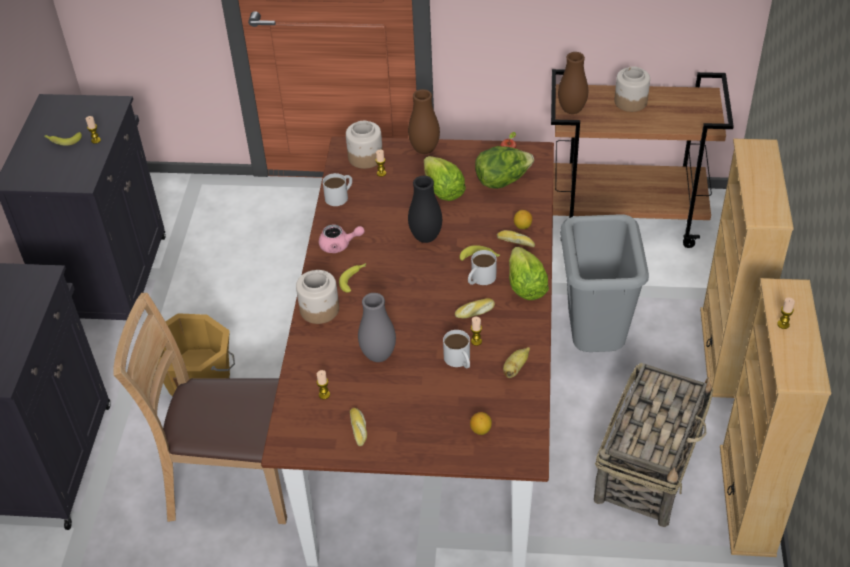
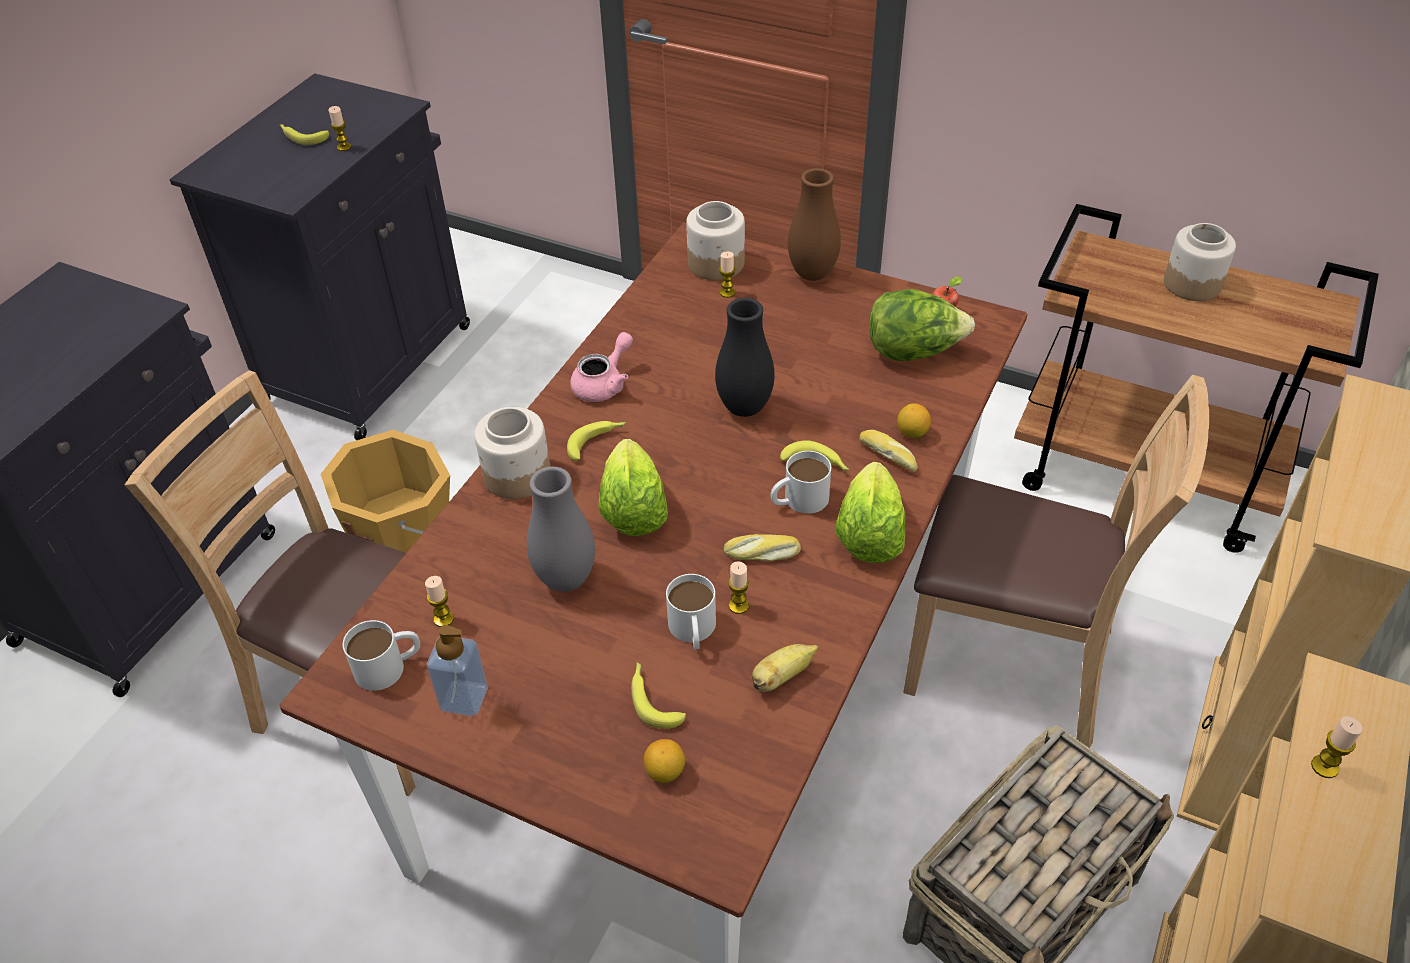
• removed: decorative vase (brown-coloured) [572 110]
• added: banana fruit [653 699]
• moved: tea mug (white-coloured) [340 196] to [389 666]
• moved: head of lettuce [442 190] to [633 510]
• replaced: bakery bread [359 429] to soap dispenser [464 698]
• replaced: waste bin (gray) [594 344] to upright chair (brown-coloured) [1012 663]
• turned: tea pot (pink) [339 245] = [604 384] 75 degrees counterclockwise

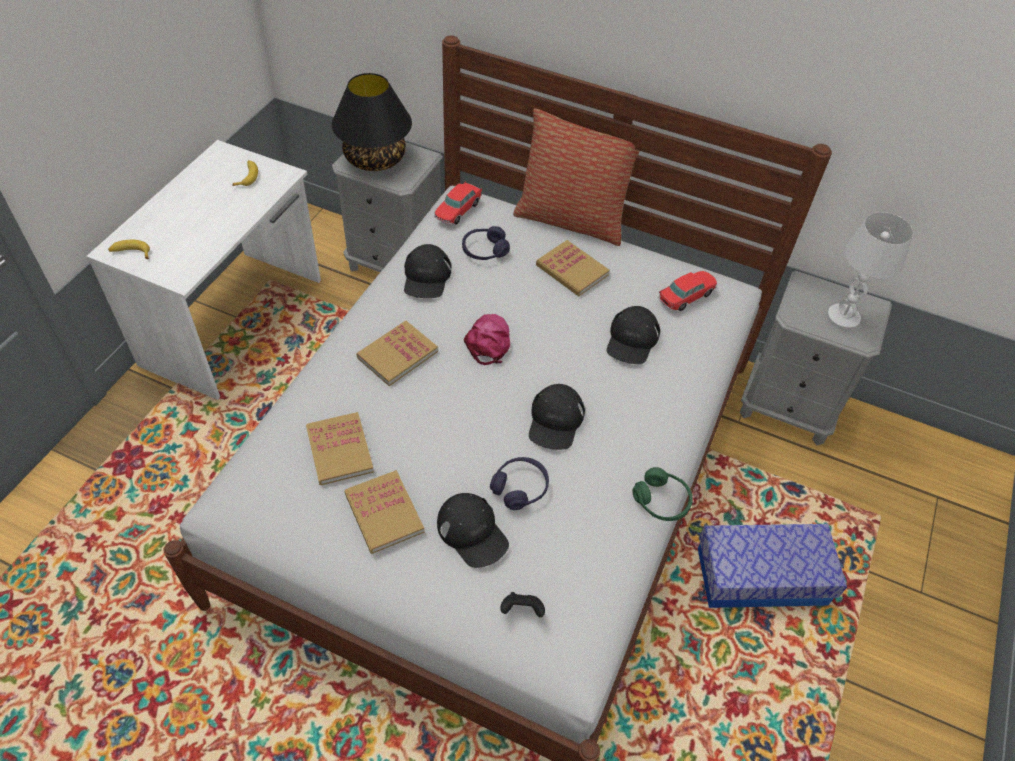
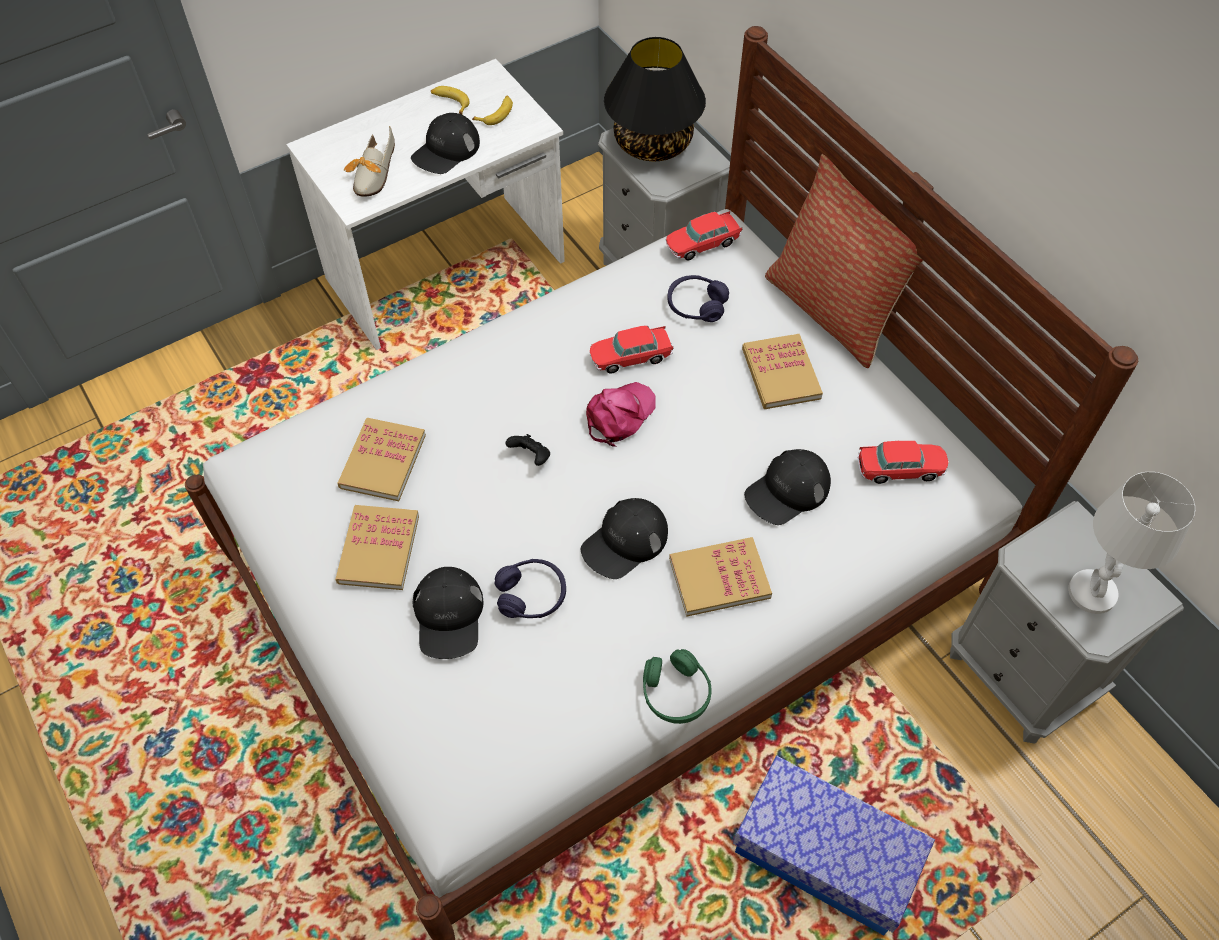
• added: low shoe [372 176]
• added: model car [630 357]
• moved: banana fruit [130 253] to [450 102]
• moved: book [397 355] to [719 578]
• moved: cap (black) [426 277] to [446 150]
• moved: joypad (black) [522 610] to [531 457]

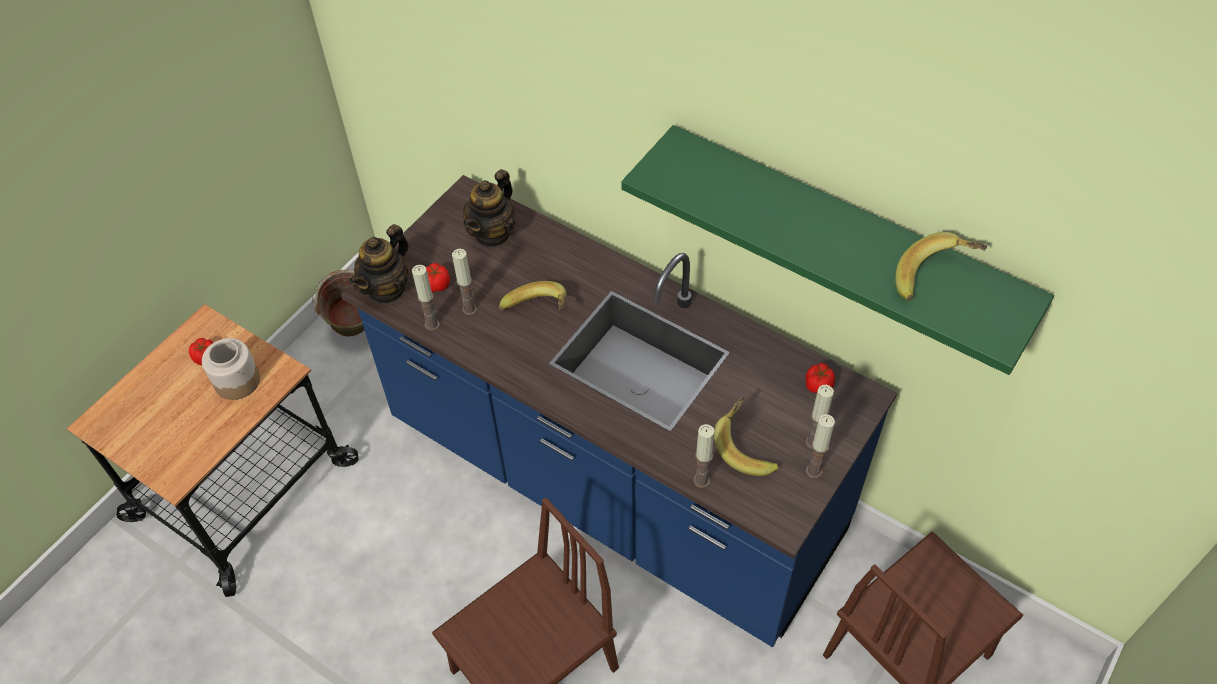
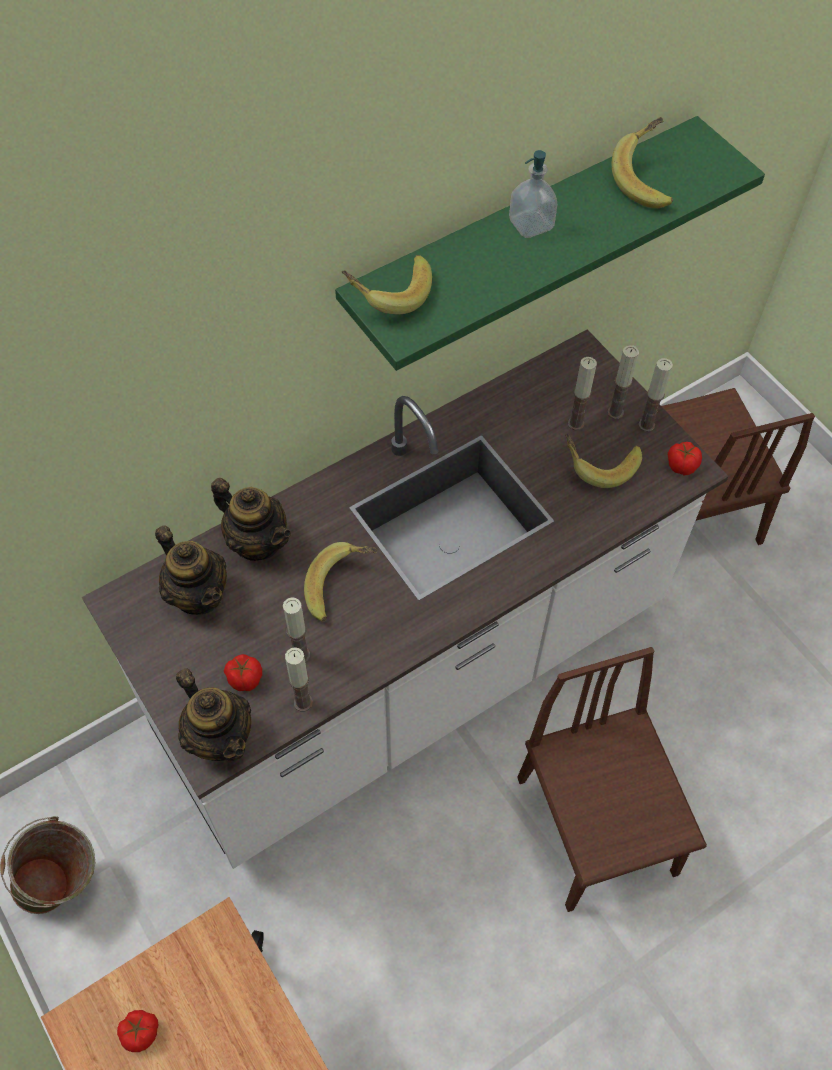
• removed: storage jar [237 380]
• added: tea pot [257 541]
• added: banana fruit [388 294]
• added: soap dispenser [531 225]
• moved: candle [701 480] to [575 423]
• moved: whole tomato [818 385] to [681 465]
• recoloured: kitchen base unit (bluish) [613 480] to kitchen base unit (white-coloured) [414 671]

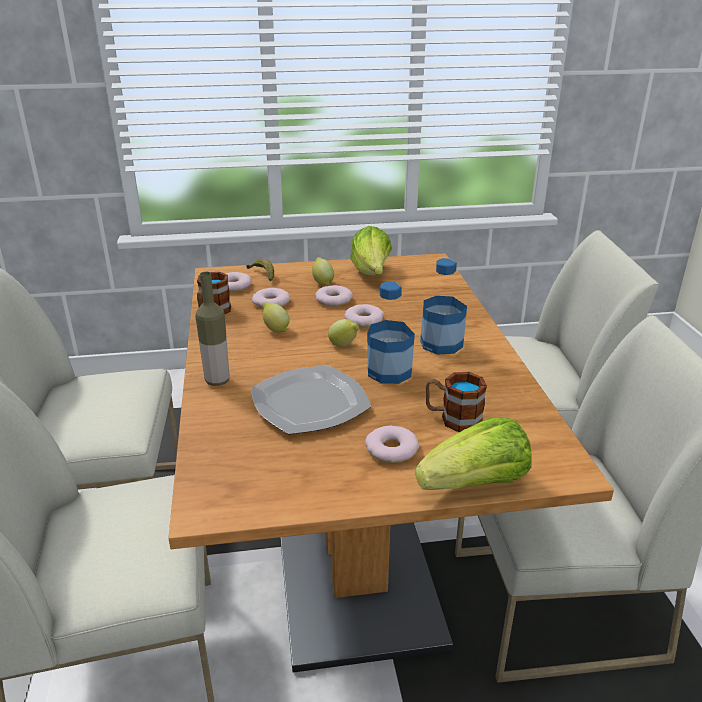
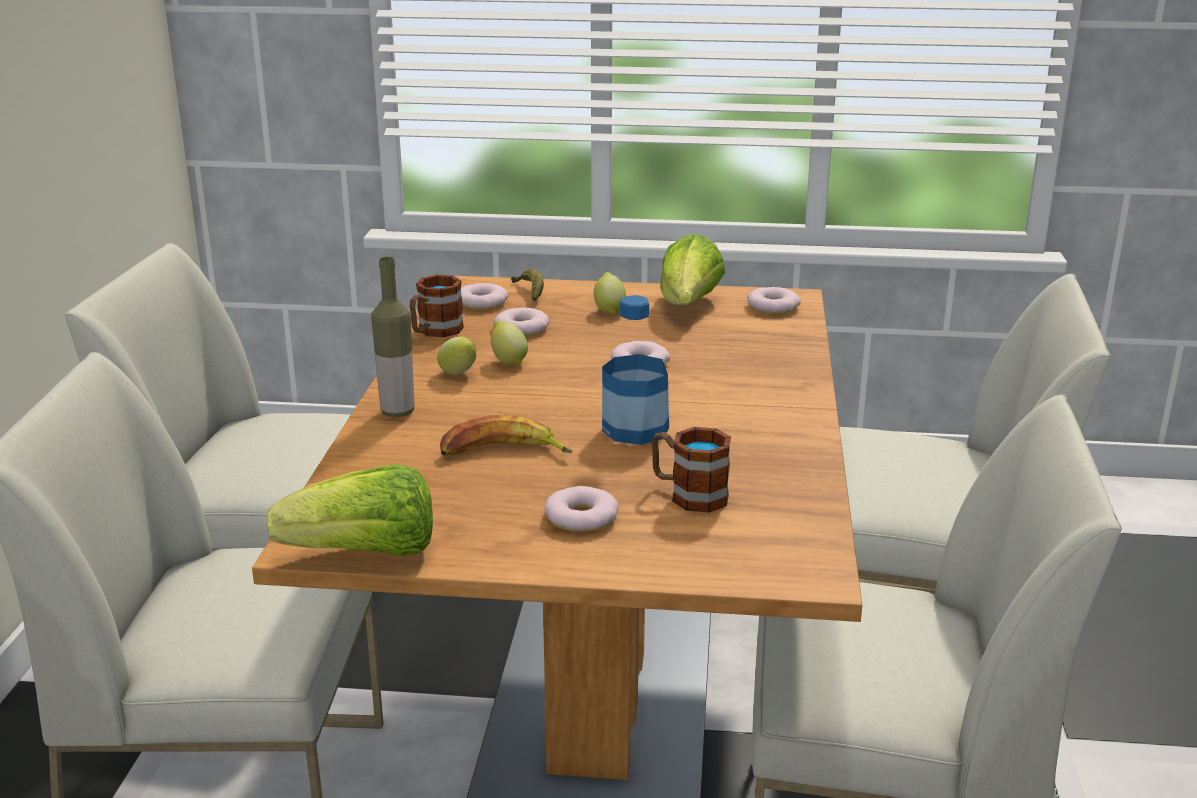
• removed: drink bottle [441 344]
• moved: ring doughnut [333 300] to [772 306]
• moved: citrus fruit [344 345] to [459 374]
• moved: head of lettuce [476 484] to [365 554]
• replaced: dinner plate [309 403] to banana fruit [503 452]

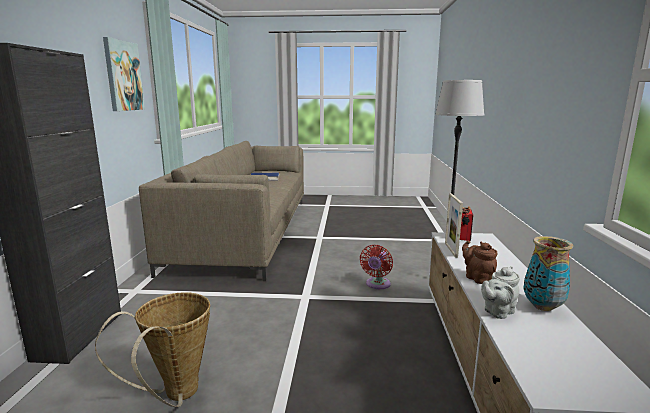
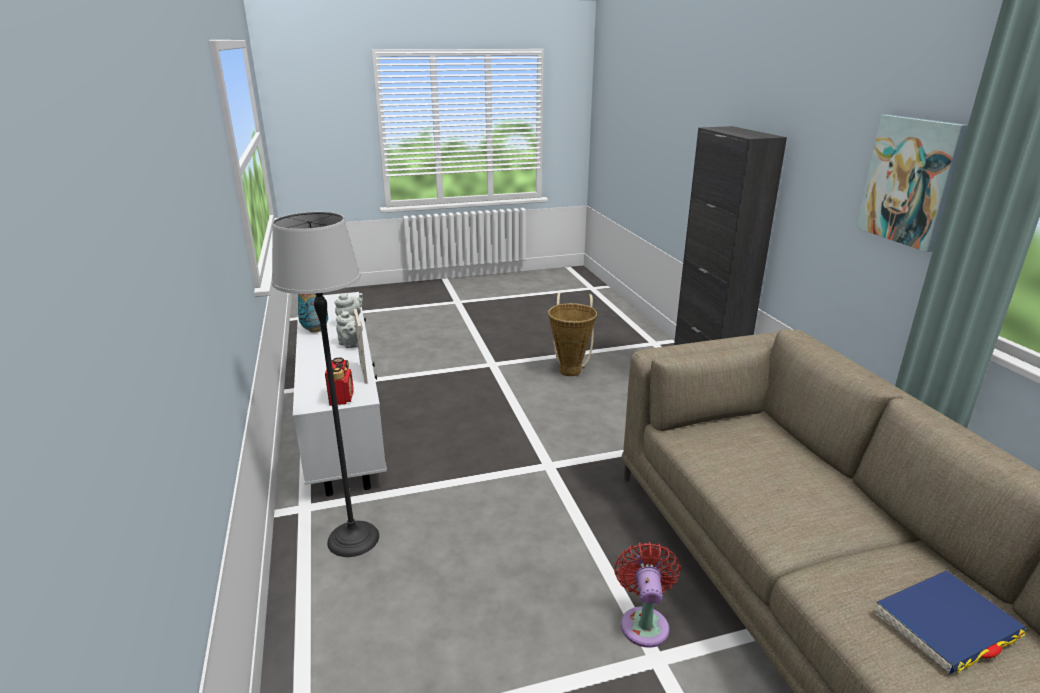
• moved: fan (reddish) [377 285] to [644 622]
• recoloured: tea pot (brown-coloured) [477 278] to tea pot (gray) [351 345]

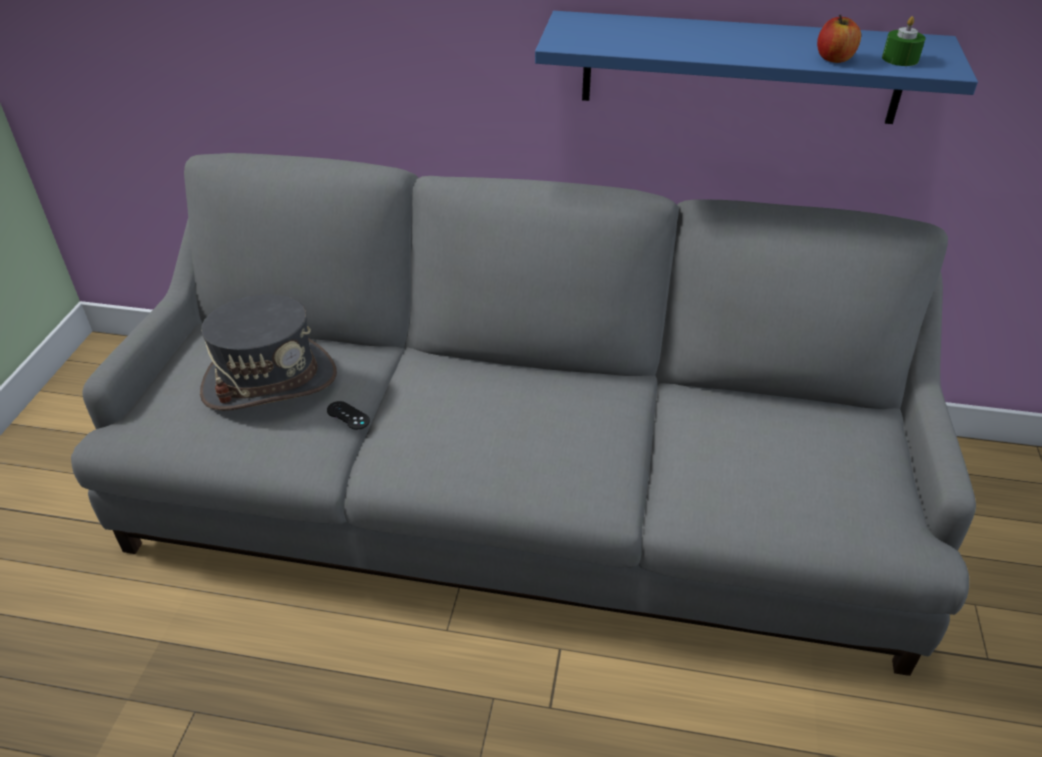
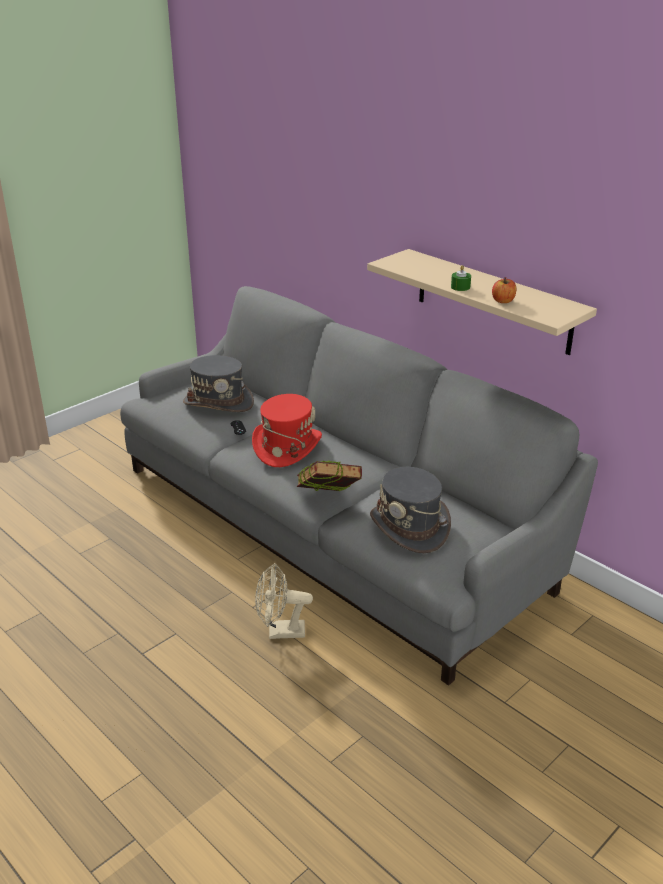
• added: hat (reddish) [287 447]
• added: fan (sand-coloured) [280 632]
• added: book [328 502]
• added: hat (gray) [410 527]
• moved: candle (green) [900 59] to [460 287]
• recoloured: shelf (bluish) [740 68] to shelf (sand-coloured) [493 301]

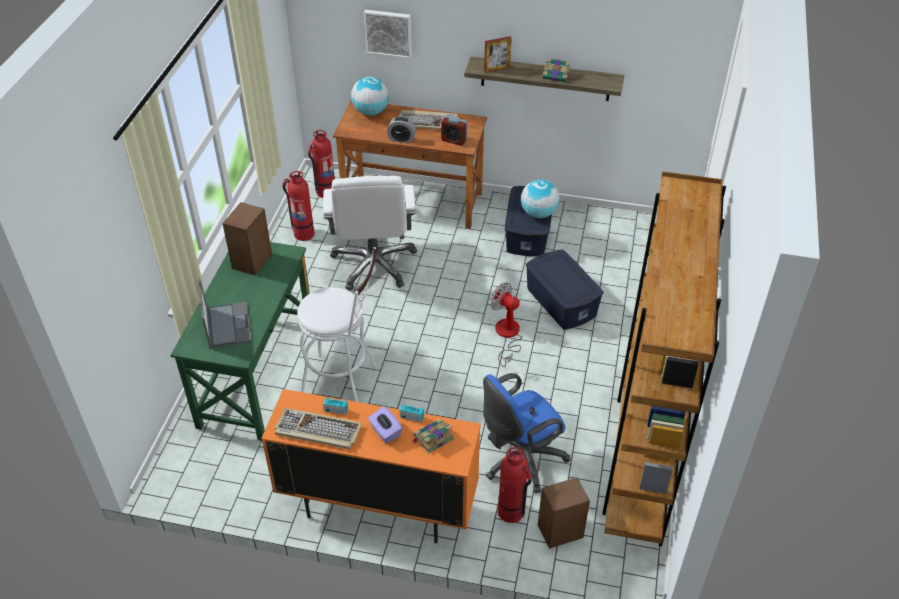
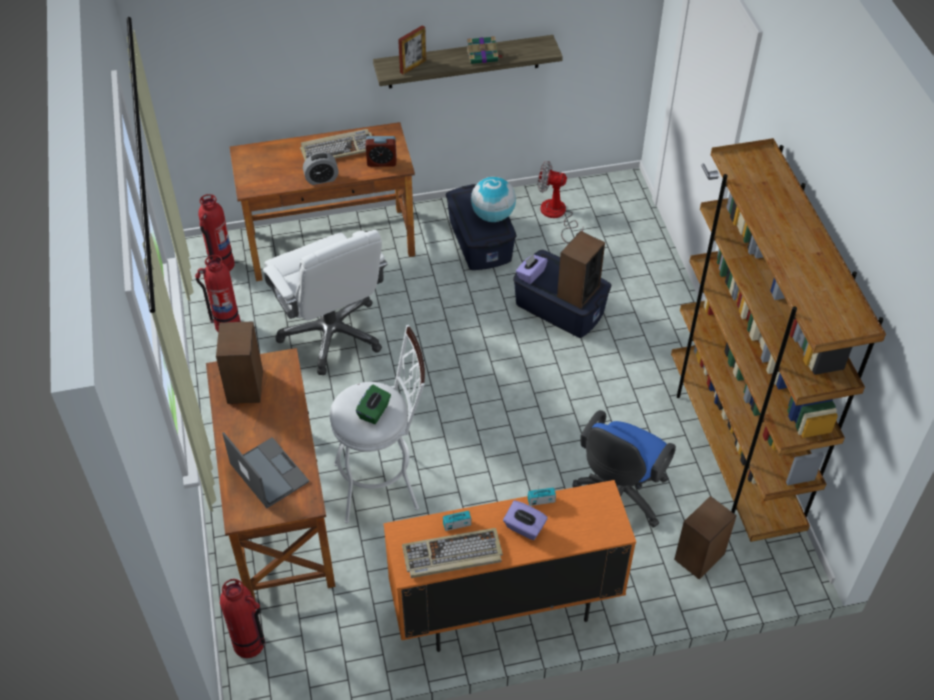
• removed: desk globe [371 112]
• removed: wall art [388 32]
• removed: book [433 438]
• added: box of tissues (green) [374 412]
• added: box of tissues (purplish) [531 274]
• added: loudspeaker [578 291]
• moved: fan [507 335] to [557 215]
• moved: extinguisher [511 512] to [249 644]
• recoloured: desk (green) [257 374] to desk (brown-coloured) [279 513]

